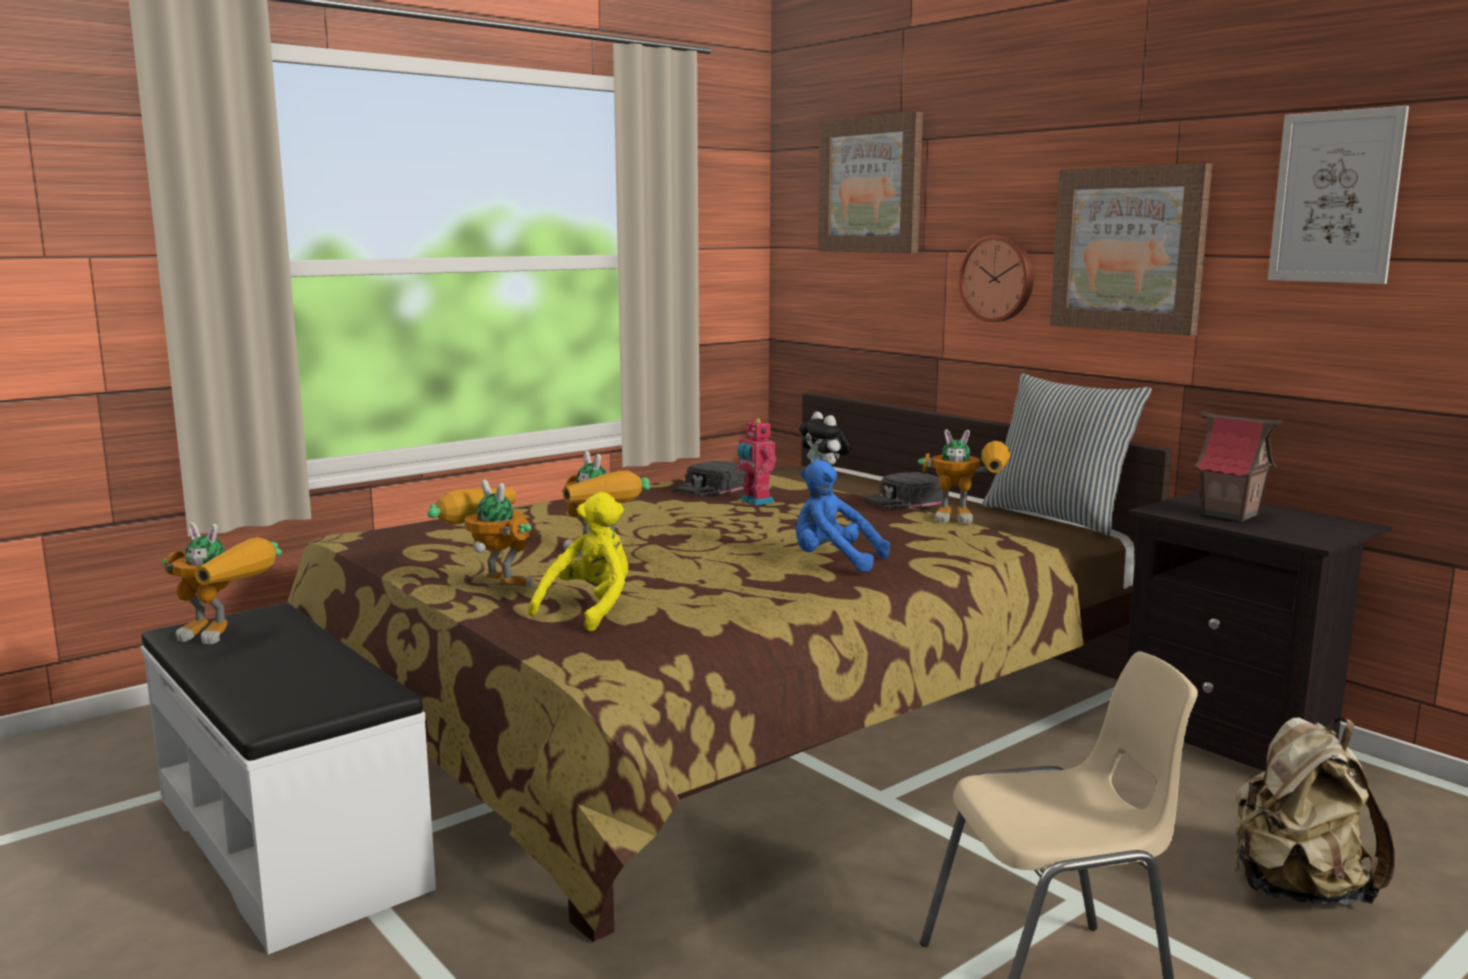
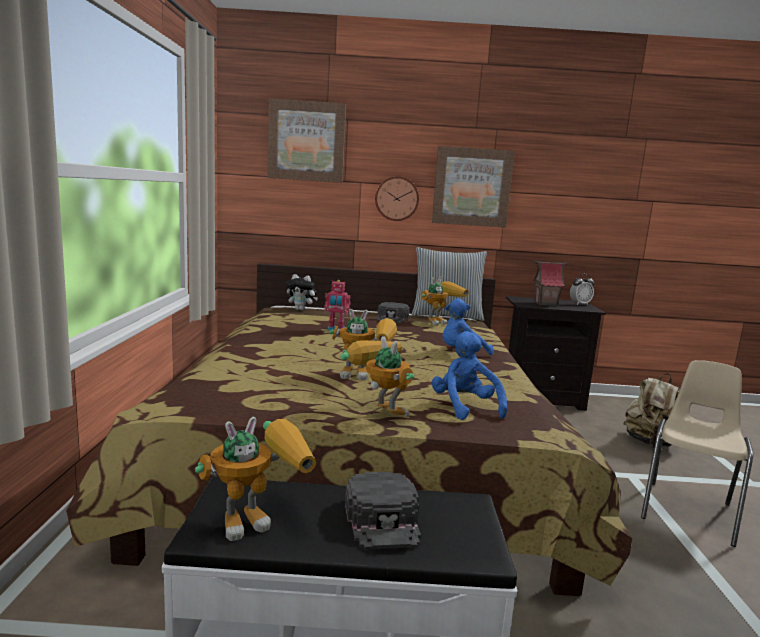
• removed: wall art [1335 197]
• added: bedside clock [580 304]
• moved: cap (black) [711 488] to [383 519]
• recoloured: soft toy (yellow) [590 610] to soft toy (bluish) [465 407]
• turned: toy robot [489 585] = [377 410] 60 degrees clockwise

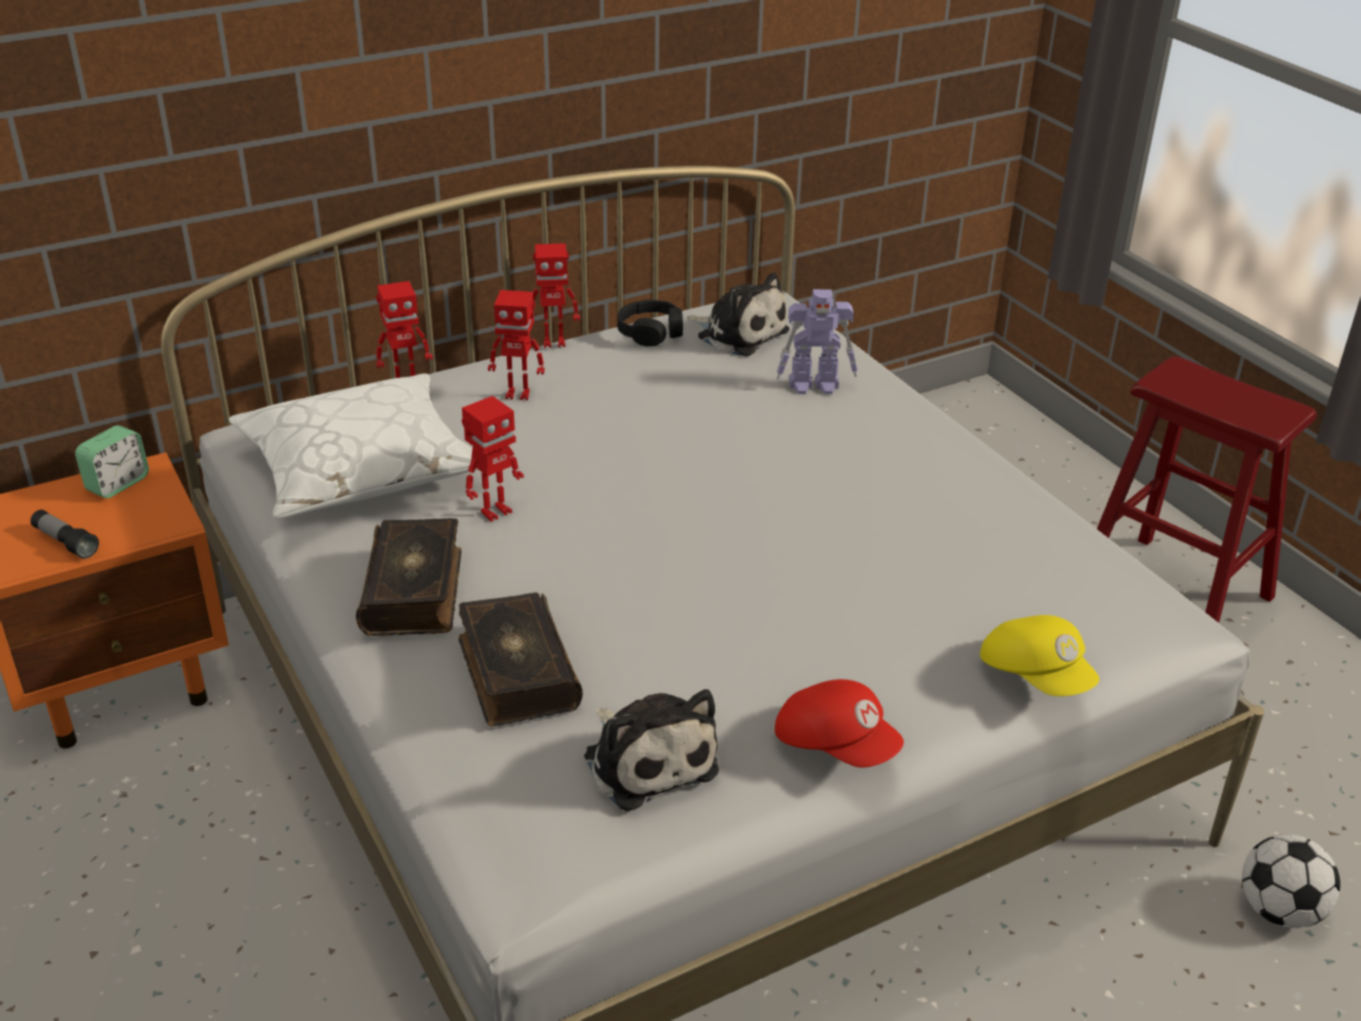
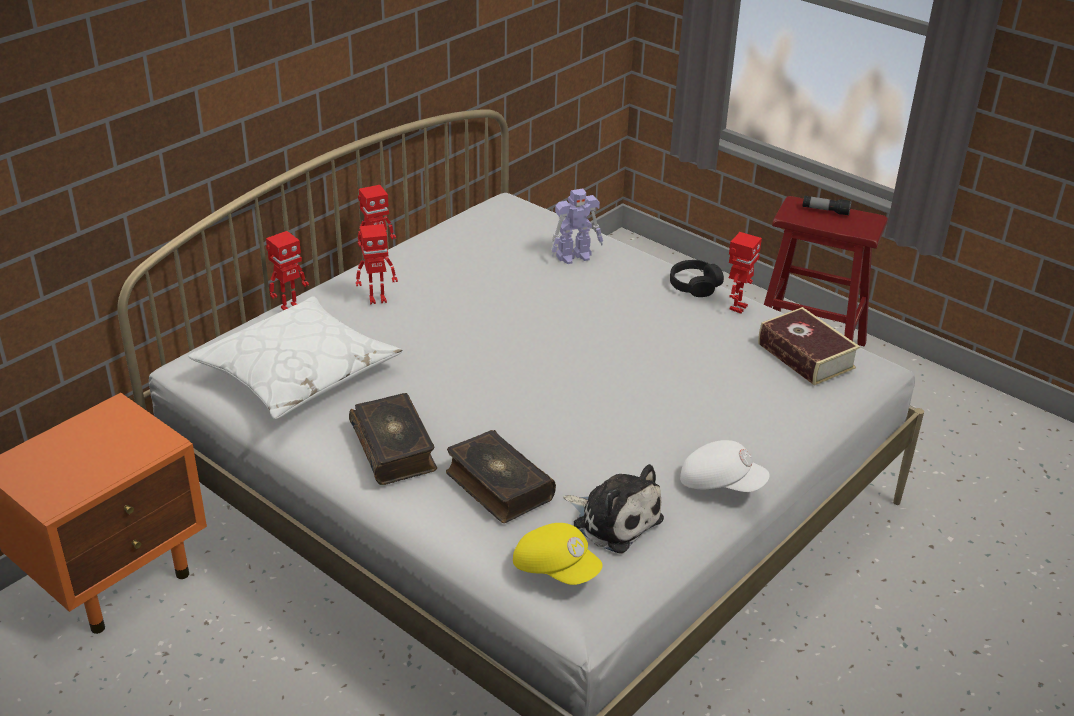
• removed: bedside clock [117 484]
• removed: soft toy [739 333]
• removed: football [1279 911]
• added: book [806 356]
• moved: hand torch [66 542] to [825 211]
• moved: toy robot [495 511] to [737 307]
• moved: pair of headphones (black) [651 332] to [694 285]
• moved: cap (yellow) [1036 675] to [556 569]
• recoloured: cap (reddish) [836 744] to cap (white-coloured) [721 483]

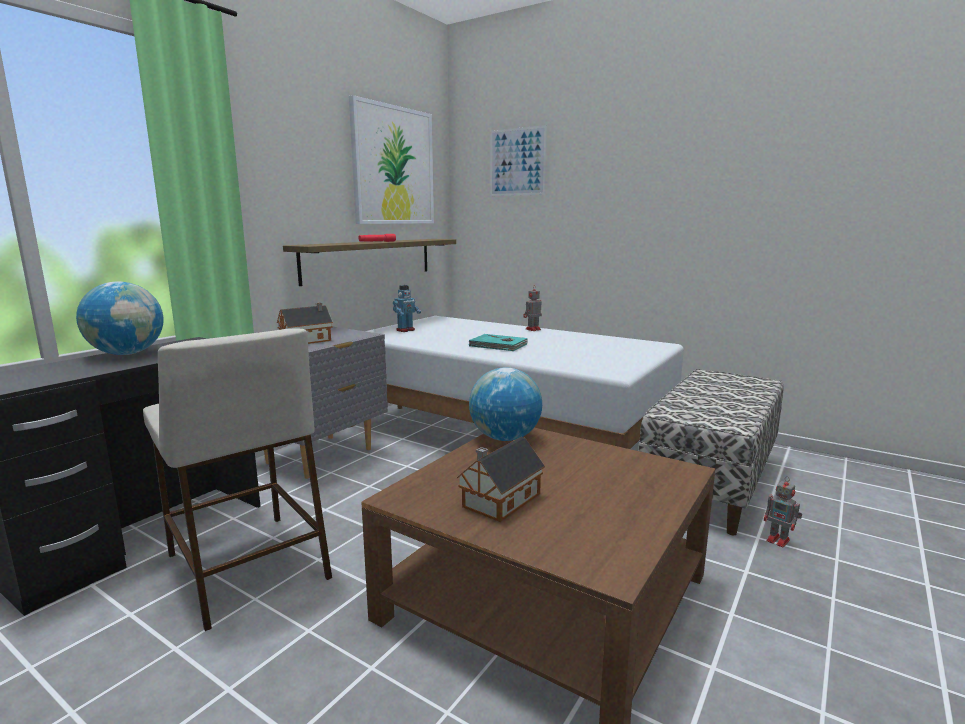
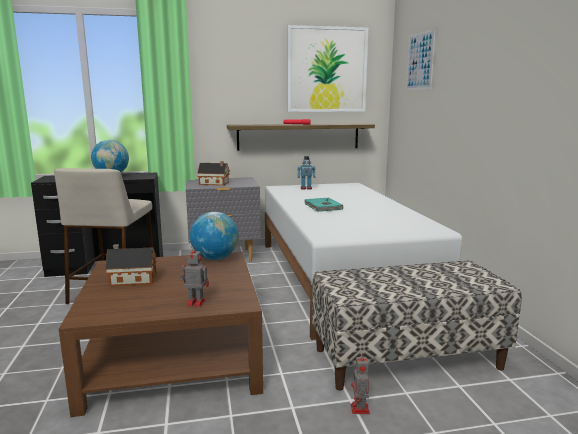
• moved: toy robot [532 329] to [195 303]

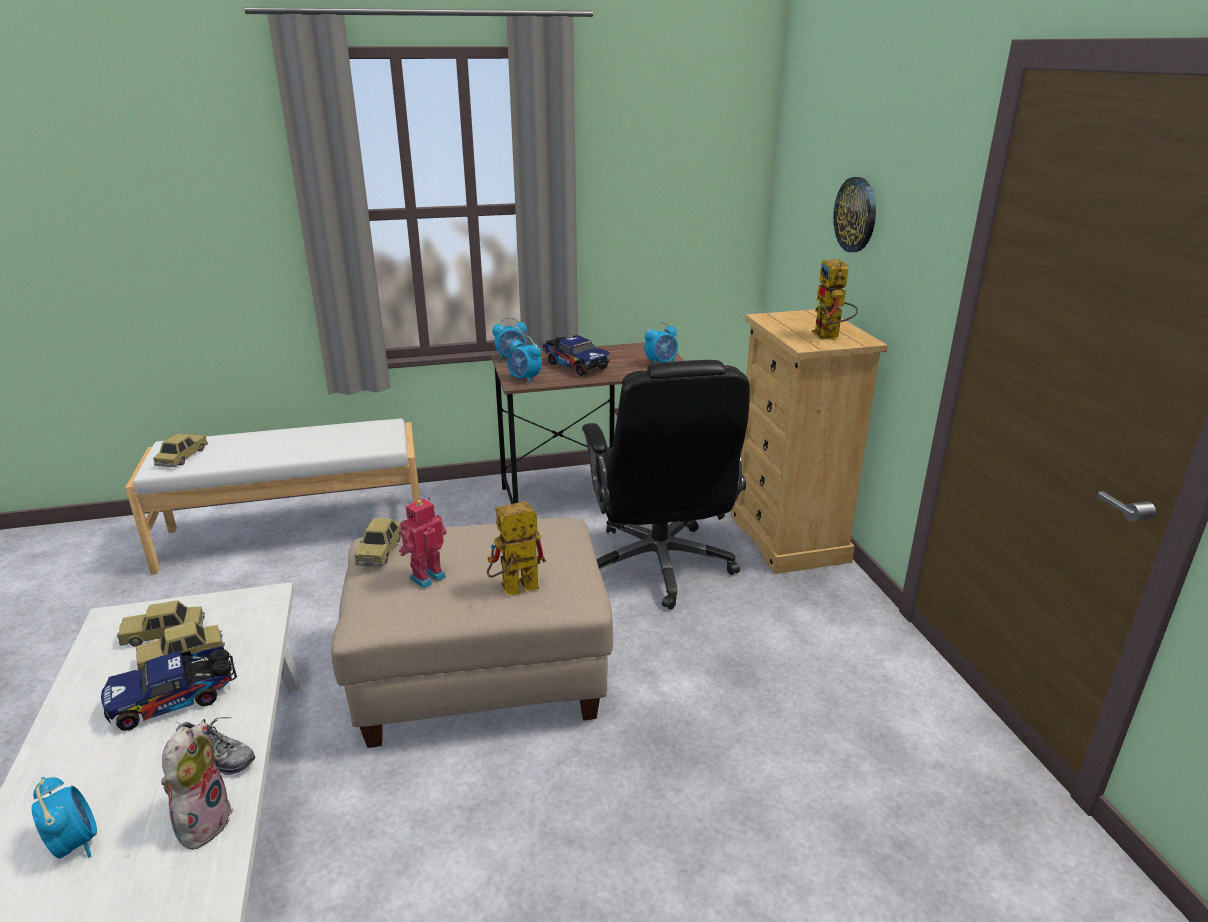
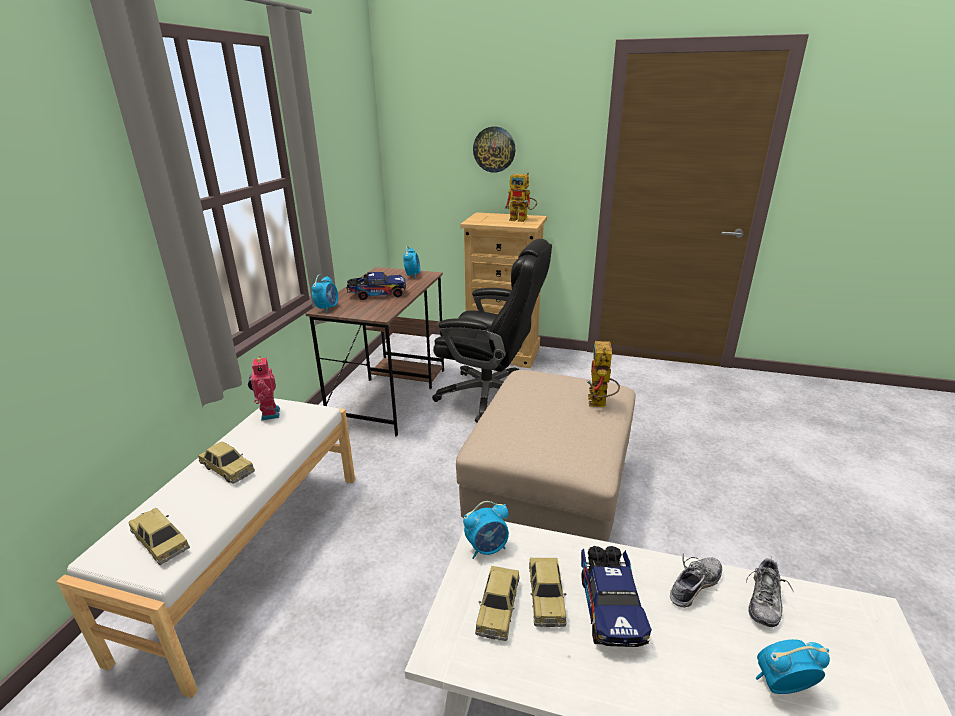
• moved: model car [381 550] to [227 469]
• moved: toy robot [426 577] to [268 414]
• moved: bedside clock [524 379] to [487 548]
• replaced: soft toy [202 821] to low shoe [764 600]

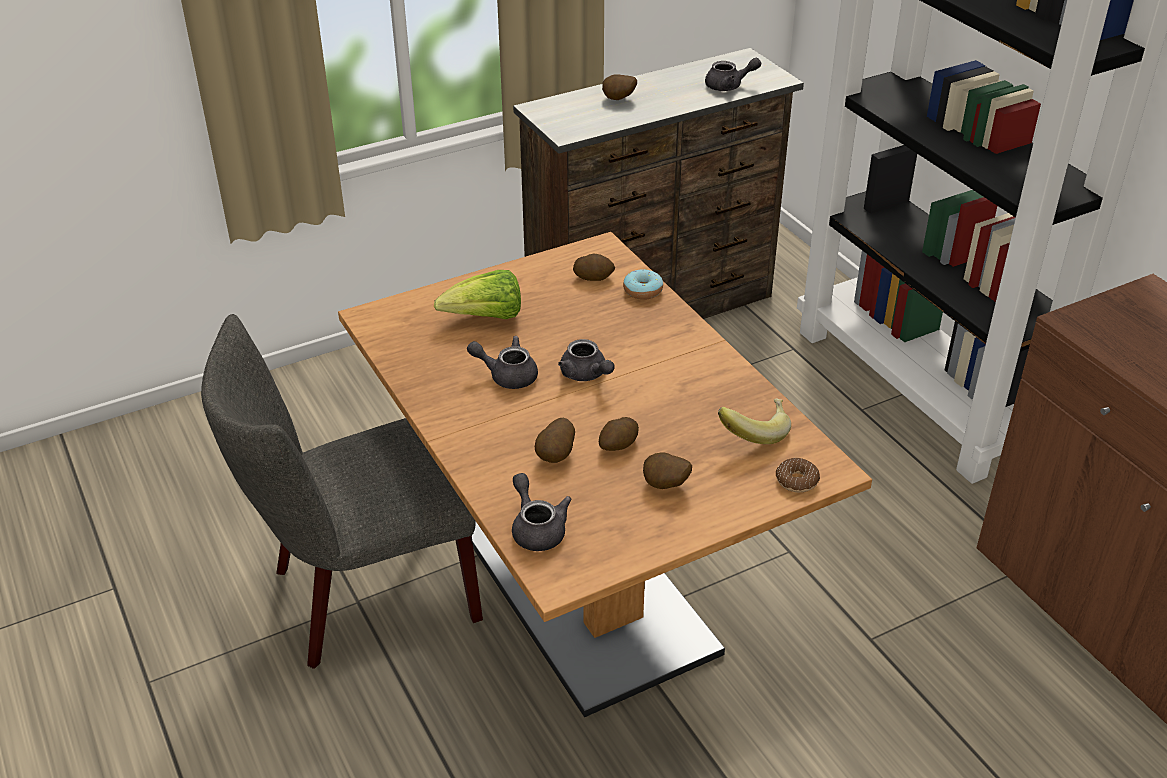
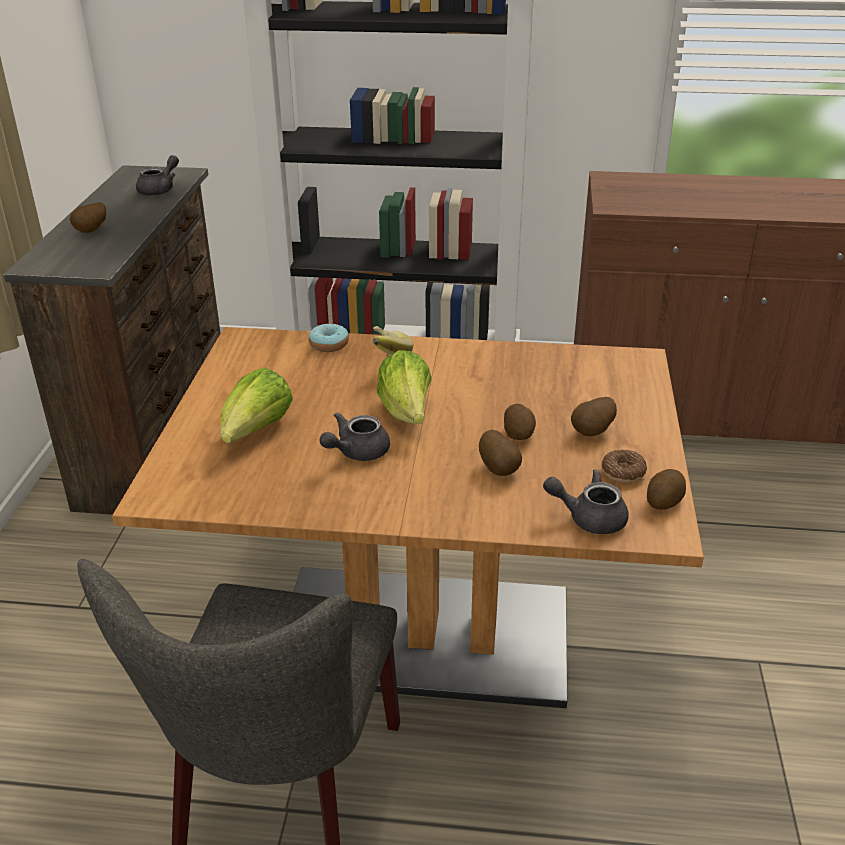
• moved: whole potato [593 277] to [664 501]
• moved: banana fruit [753 432] to [384 356]
• moved: ring doughnut [797 480] to [623 472]
• replaced: tea pot (gray) [586 375] to head of lettuce [407 413]

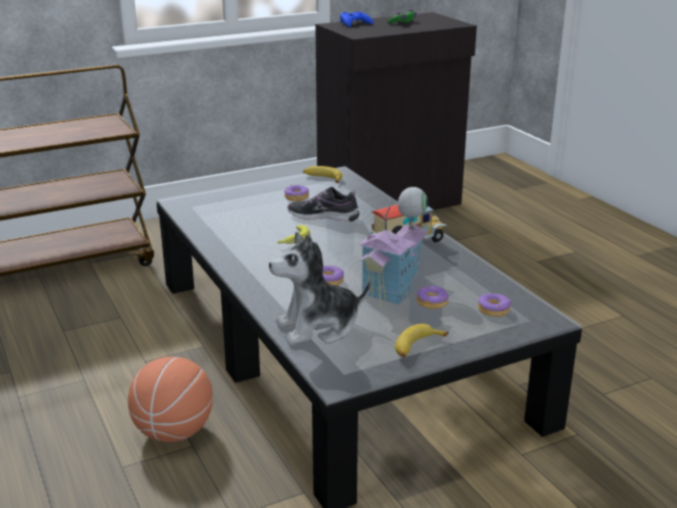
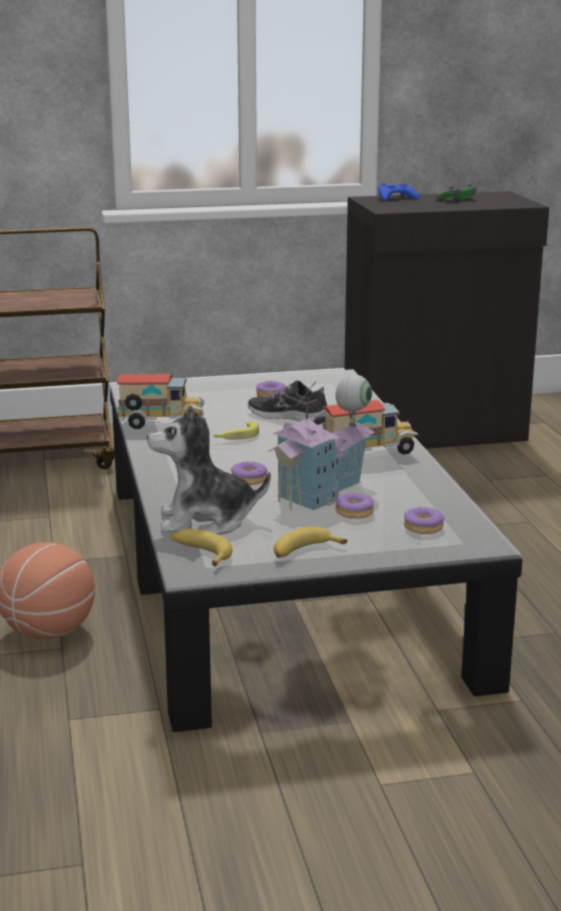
• added: toy truck [162 424]
• moved: banana fruit [322 178] to [200 553]

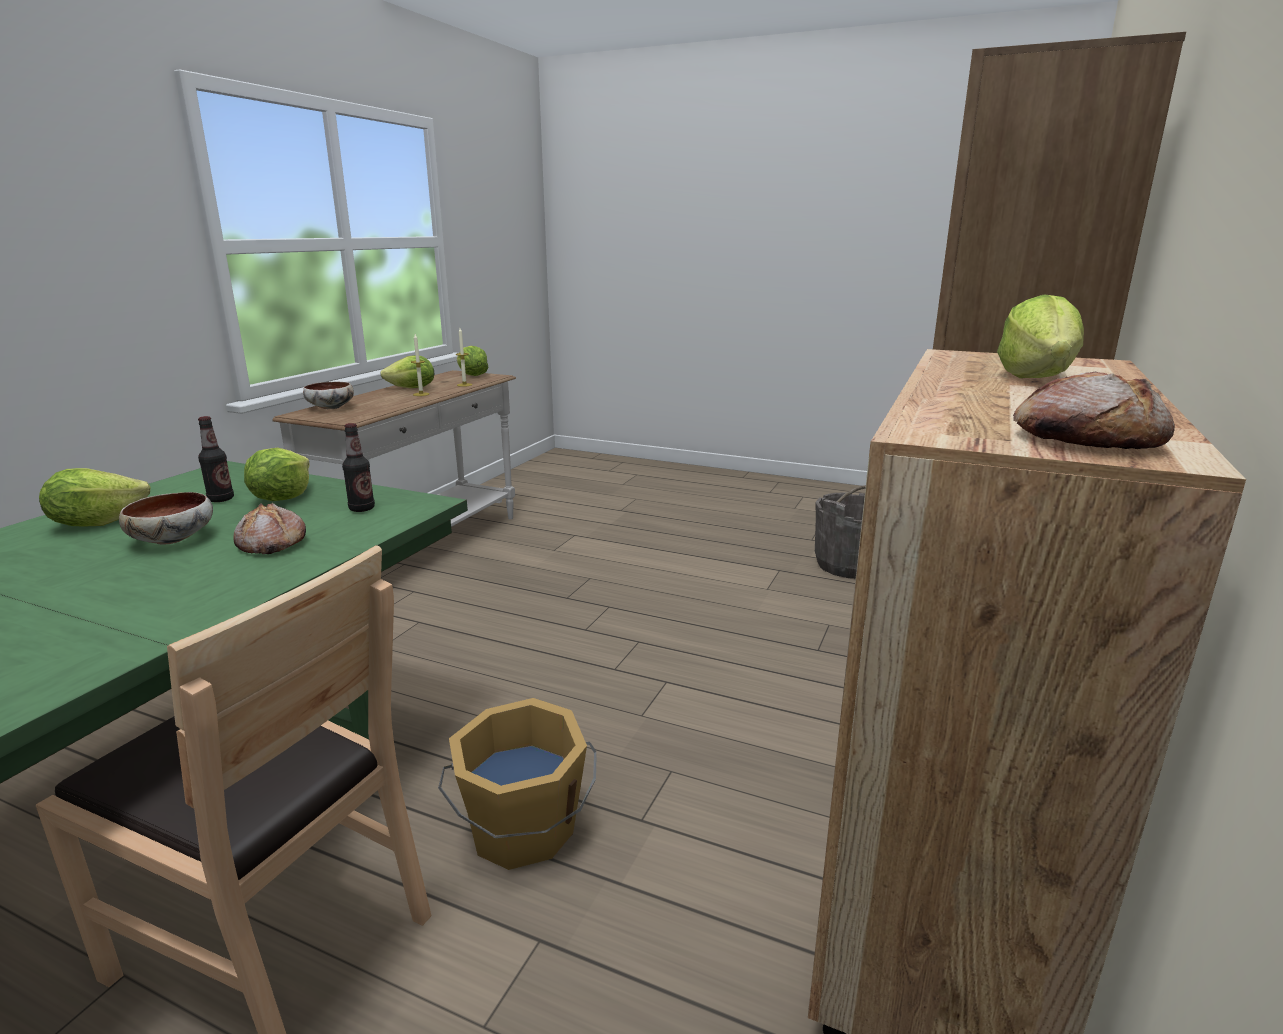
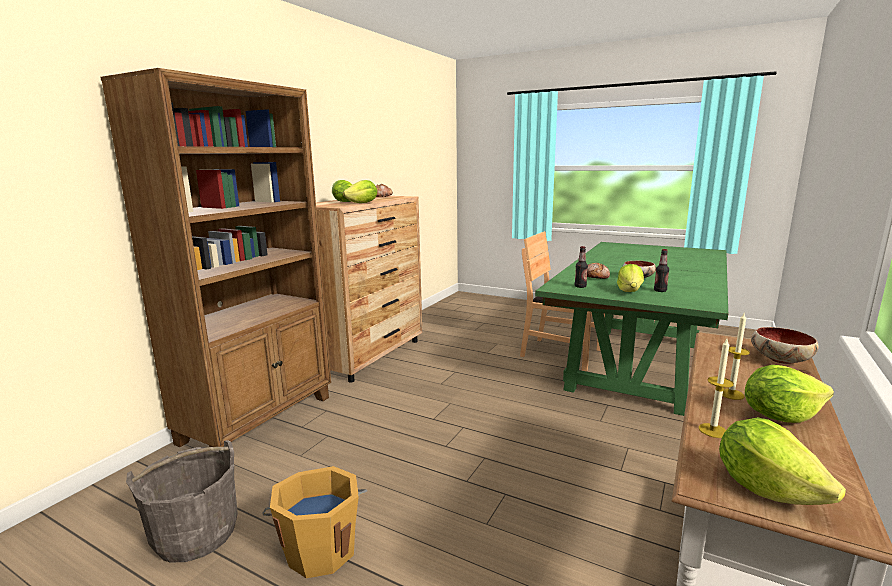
• moved: head of lettuce [97 523] to [362 203]
• moved: bucket (orange) [523 831] to [321 549]

